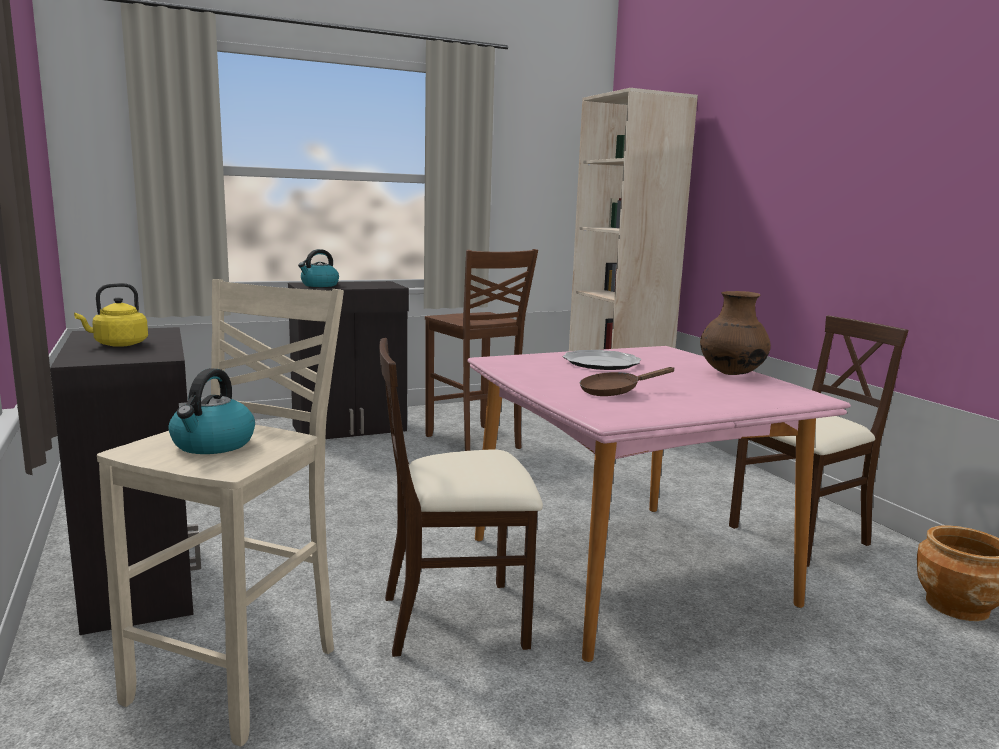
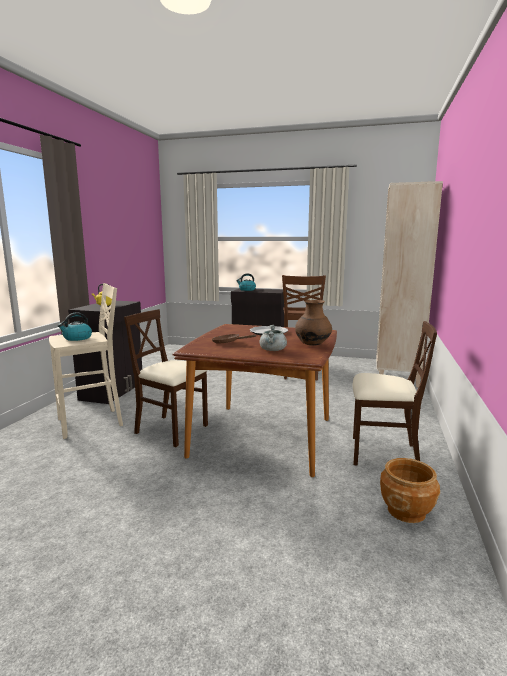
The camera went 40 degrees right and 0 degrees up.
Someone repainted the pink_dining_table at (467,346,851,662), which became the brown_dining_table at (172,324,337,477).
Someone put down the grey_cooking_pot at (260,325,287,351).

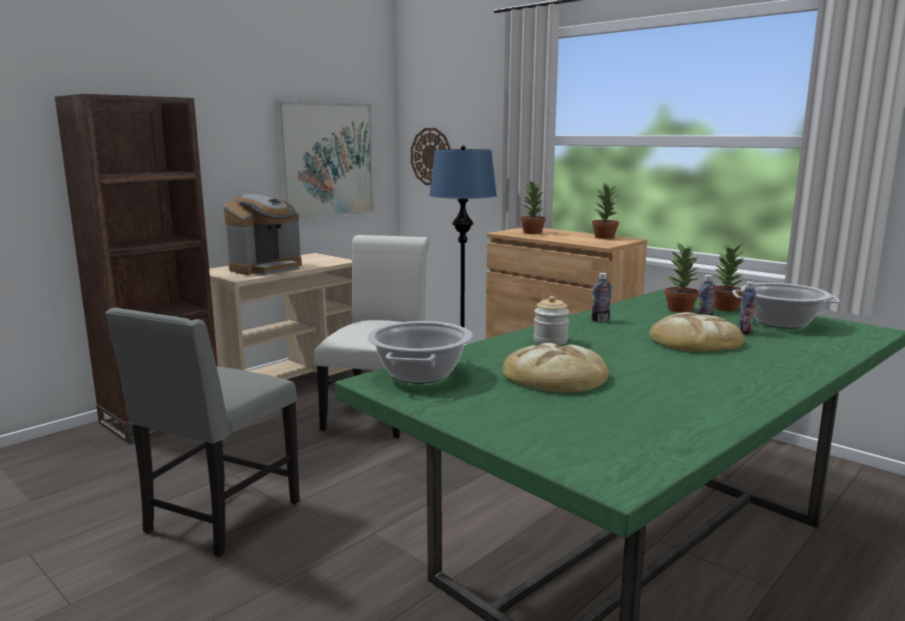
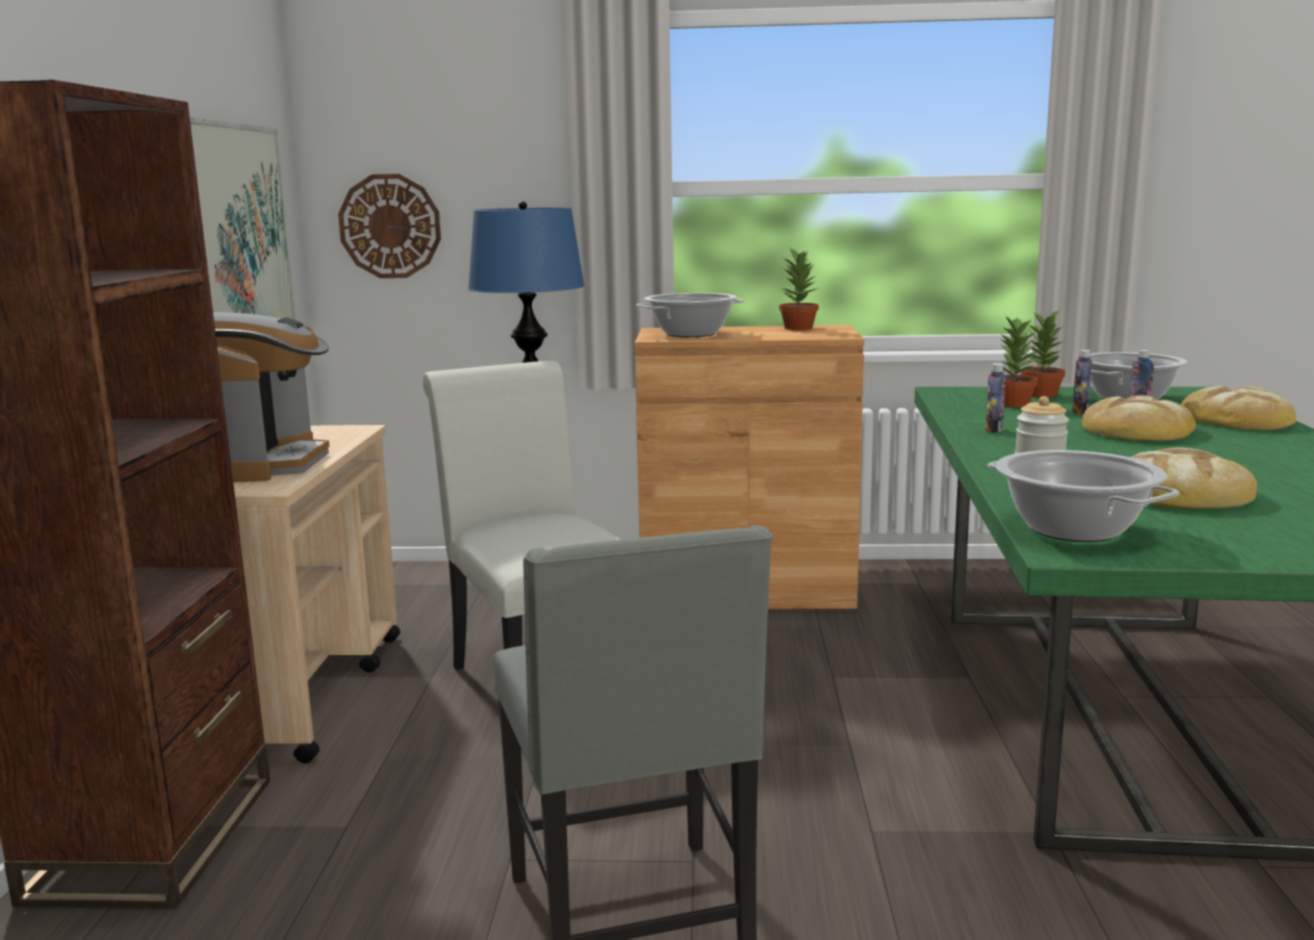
The camera went 40 degrees left and 0 degrees up.
Someone swapped the potted_plant at (520,181,546,234) for the cooking_pot at (636,293,744,337).
Someone put down the bread at (1181,386,1296,430).

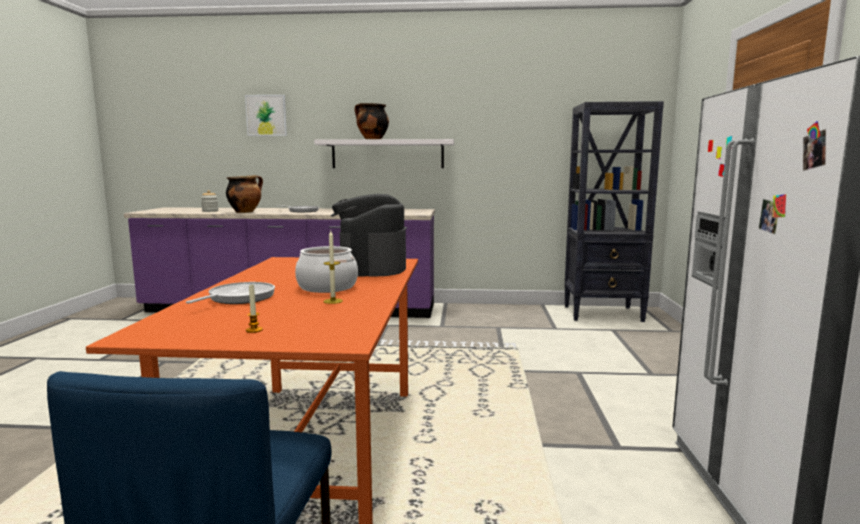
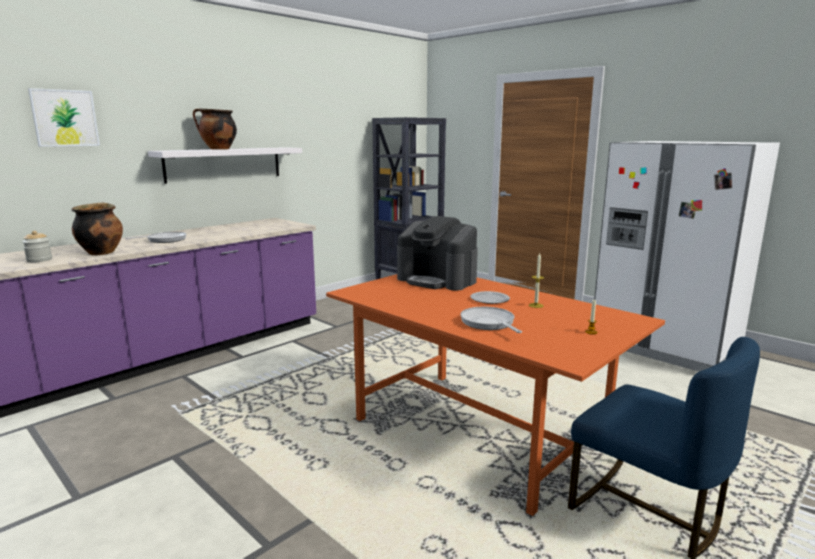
The camera went 50 degrees left and 5 degrees up.
Someone swapped the cooking_pot at (295,246,358,293) for the plate at (470,291,510,304).

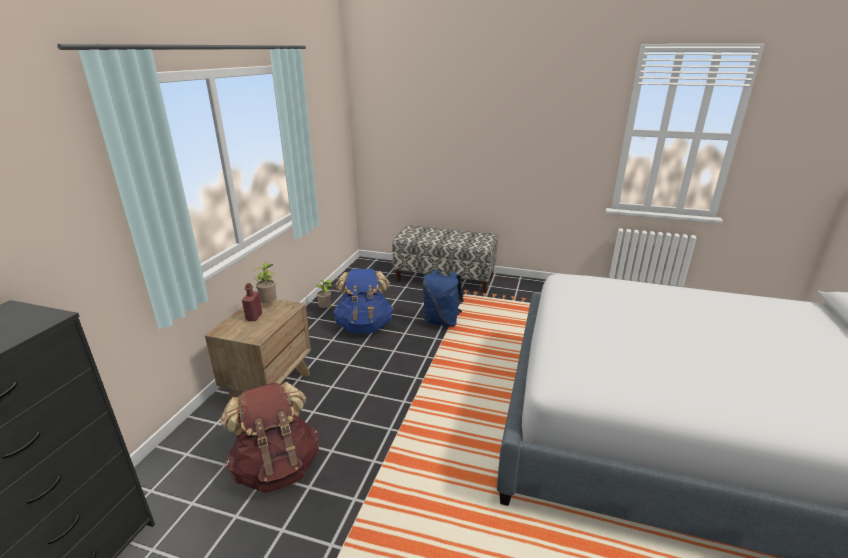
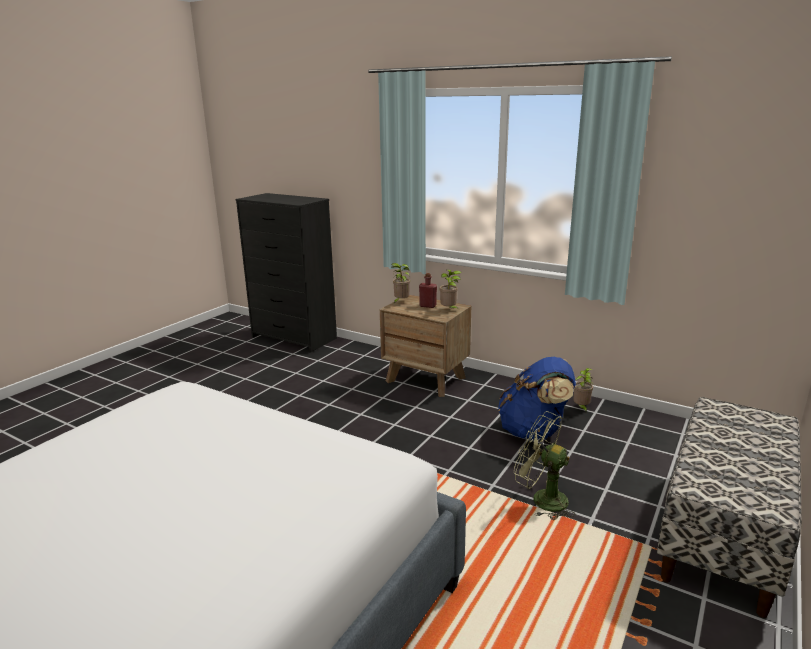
The camera went 105 degrees right and 5 degrees down.
Someone took away the brown_backpack at (221,382,319,493).
Someone swapped the blue_backpack at (423,270,464,327) for the green_fan at (514,411,575,520).
Someone put down the potted_plant at (391,263,410,303).

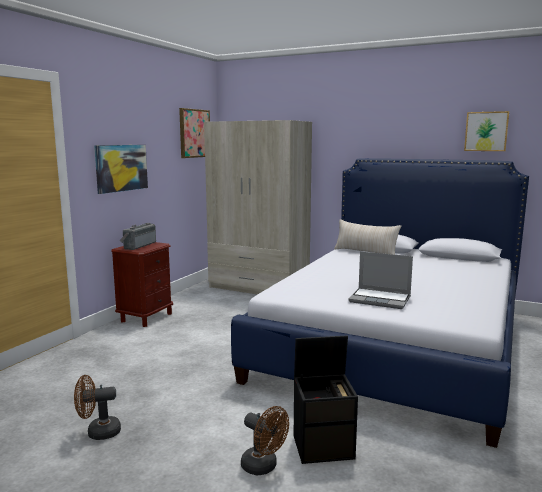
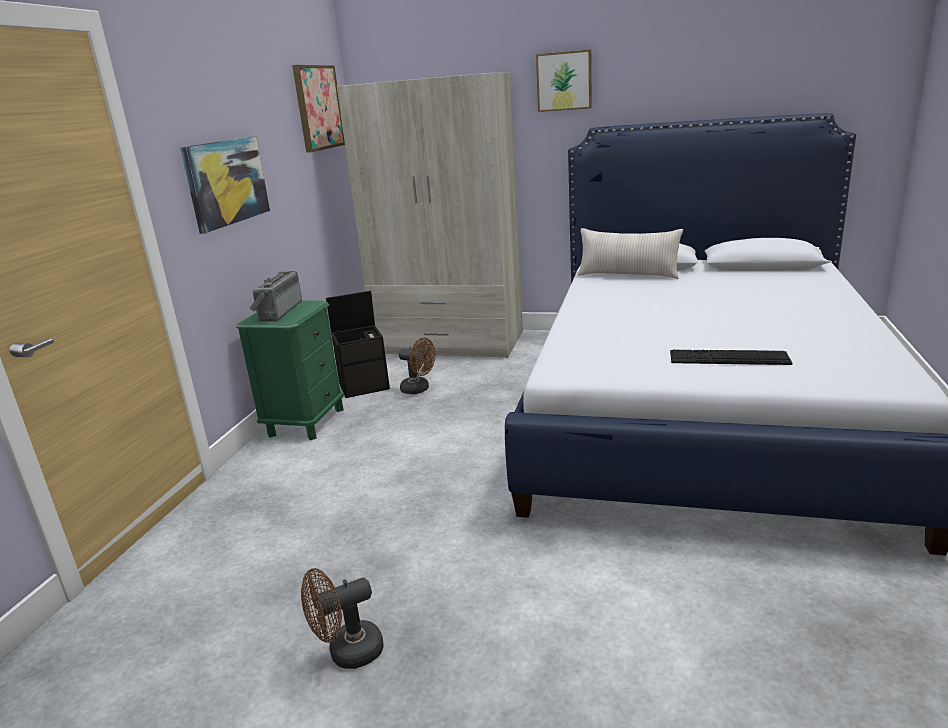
The camera went 10 degrees left and 10 degrees up.
Someone repainted the brown_nightstand at (111,242,173,327), which became the green_nightstand at (236,301,344,440).
Someone carried the brown_fan from (241,406,289,475) to (399,338,435,394).
Someone carried the black_storage_box from (294,336,358,464) to (326,291,390,398).
Someone swapped the laptop at (348,251,413,309) for the keyboard at (670,350,792,365).
Someone carried the picture from (464,111,509,151) to (536,49,592,112).

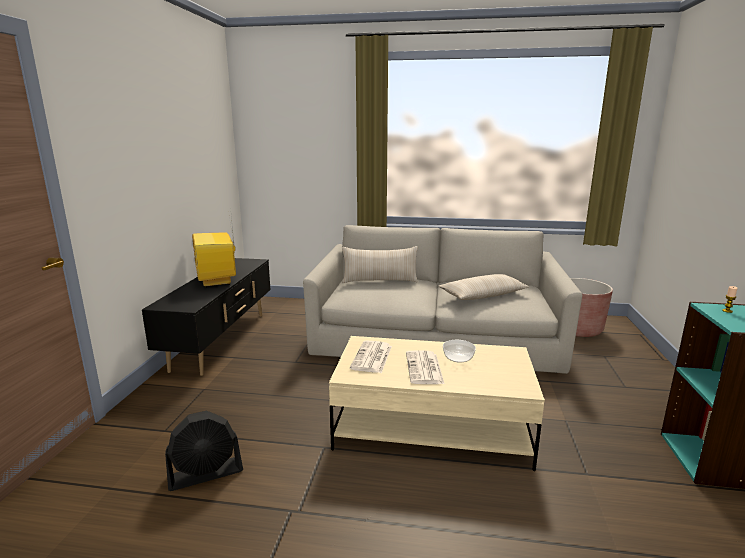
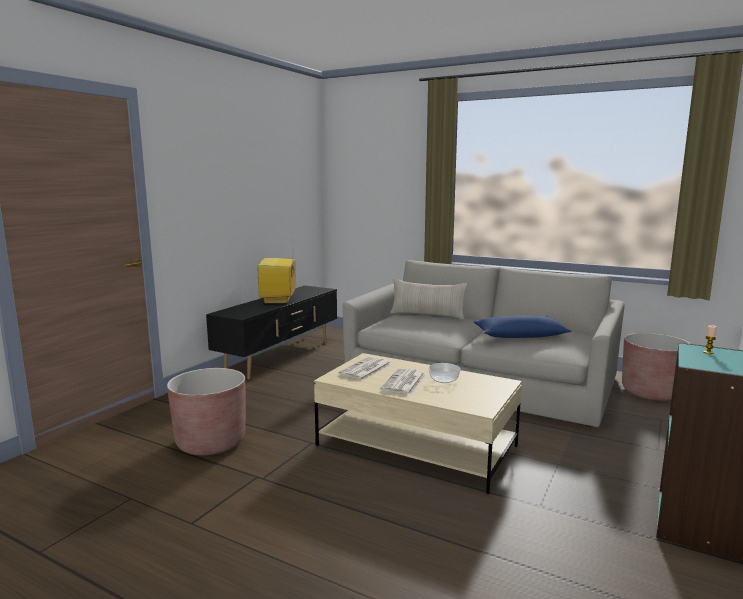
The camera went 20 degrees right and 5 degrees down.
Someone swapped the black_fan at (165,411,243,491) for the brown_planter at (167,368,245,455).
Someone repainted the beige_pillow at (438,274,529,300), which became the blue_pillow at (474,315,571,338).

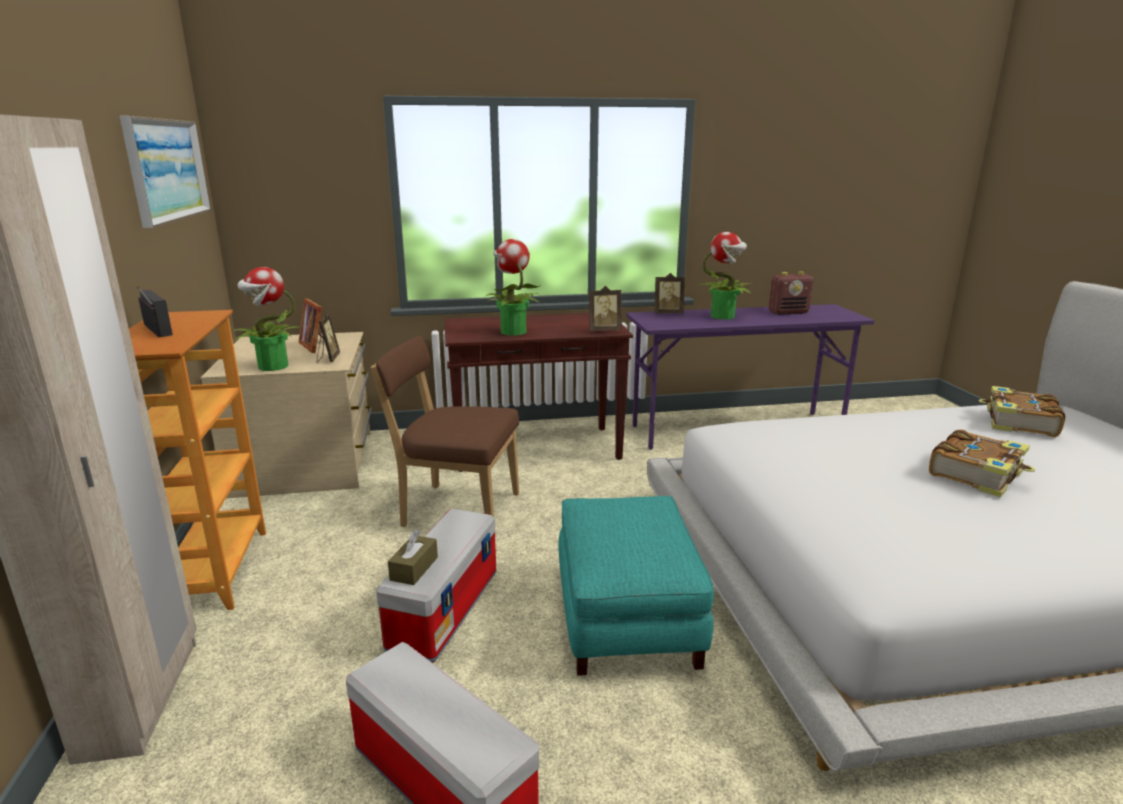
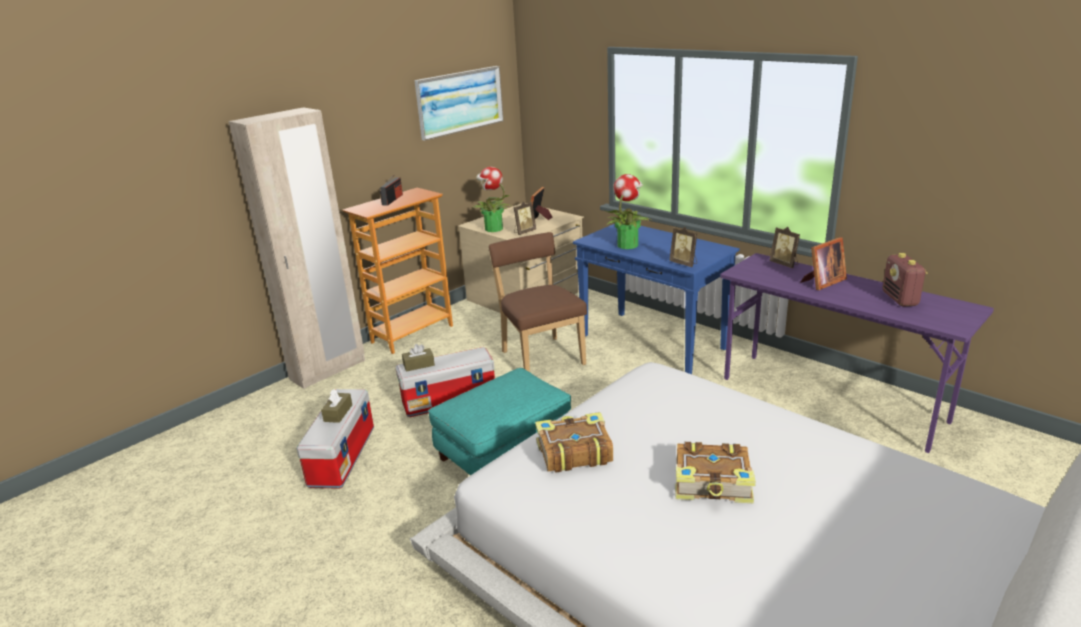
The camera went 55 degrees right and 5 degrees up.
Someone repainted the brown_console_table at (444,313,633,472), which became the blue_console_table at (573,224,740,374).
Someone swapped the potted_plant at (699,232,751,320) for the picture_frame at (800,237,847,290).
Someone rotated the radio at (769,271,813,315) by 45 degrees clockwise.
Someone carried the book from (979,386,1065,437) to (535,412,613,473).
Someone put down the brown_tissue_box at (321,389,352,423).

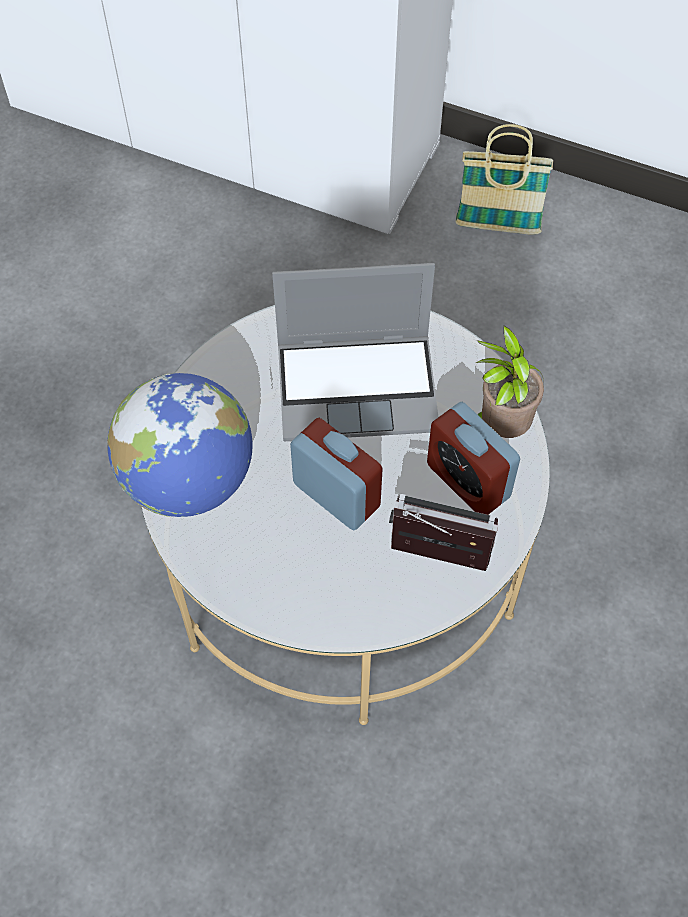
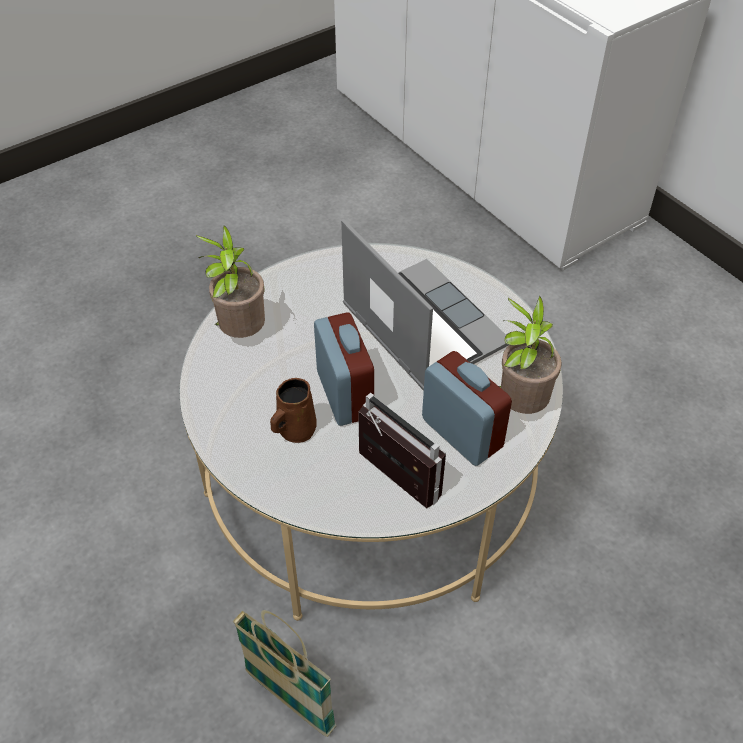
The camera went 30 degrees right and 10 degrees down.
Someone swapped the globe at (107,373,253,517) for the potted_plant at (196,225,265,338).
Someone rotated the laptop at (272,263,438,442) by 150 degrees counterclockwise.
Someone rotated the alarm_clock at (427,402,520,515) by 150 degrees clockwise.
Someone carried the basket from (455,124,553,235) to (233,610,337,737).
Someone put down the brown_mug at (270,378,317,443).

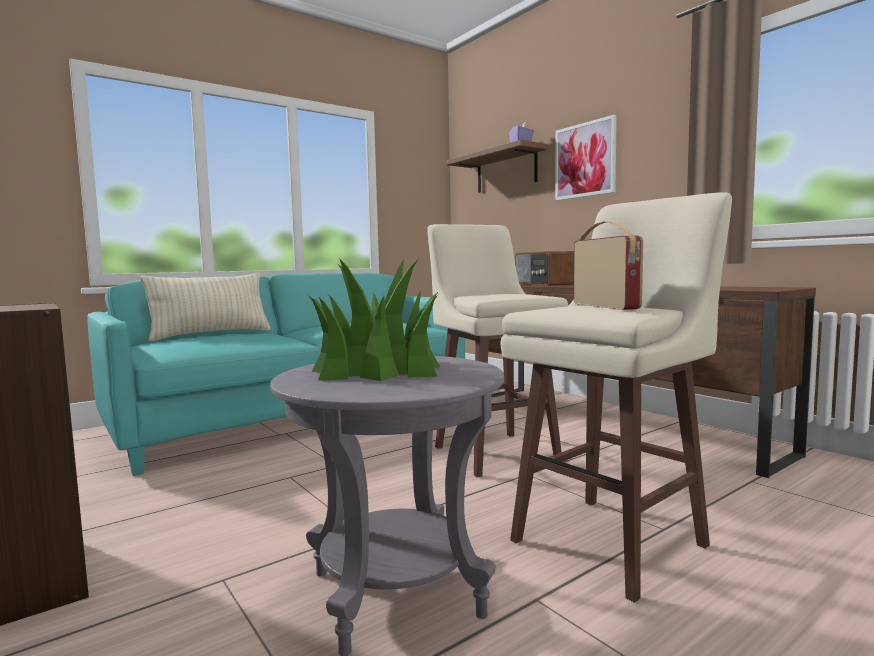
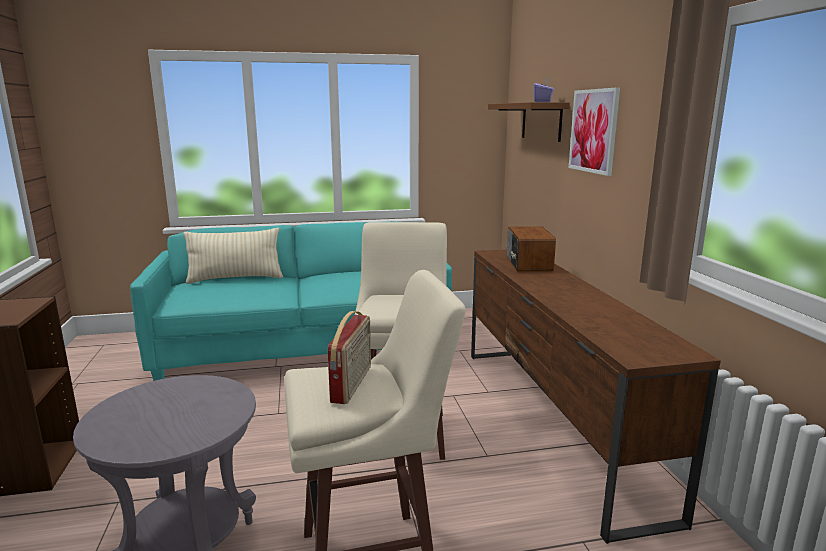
The camera went 25 degrees right and 10 degrees up.
Someone took away the potted_plant at (309,258,440,381).

